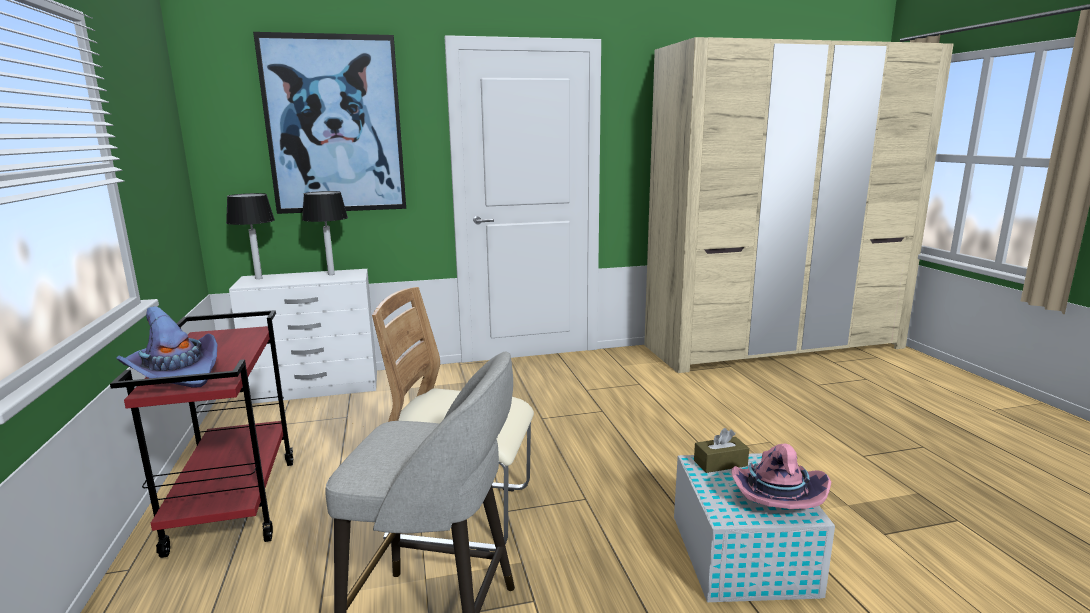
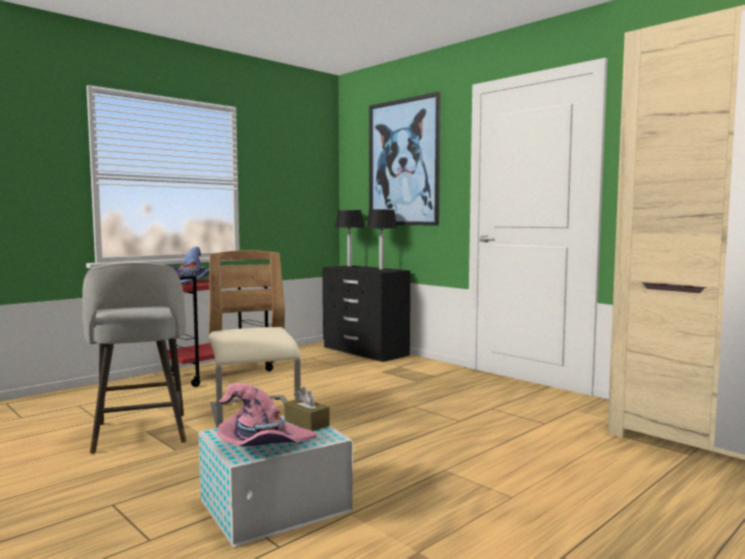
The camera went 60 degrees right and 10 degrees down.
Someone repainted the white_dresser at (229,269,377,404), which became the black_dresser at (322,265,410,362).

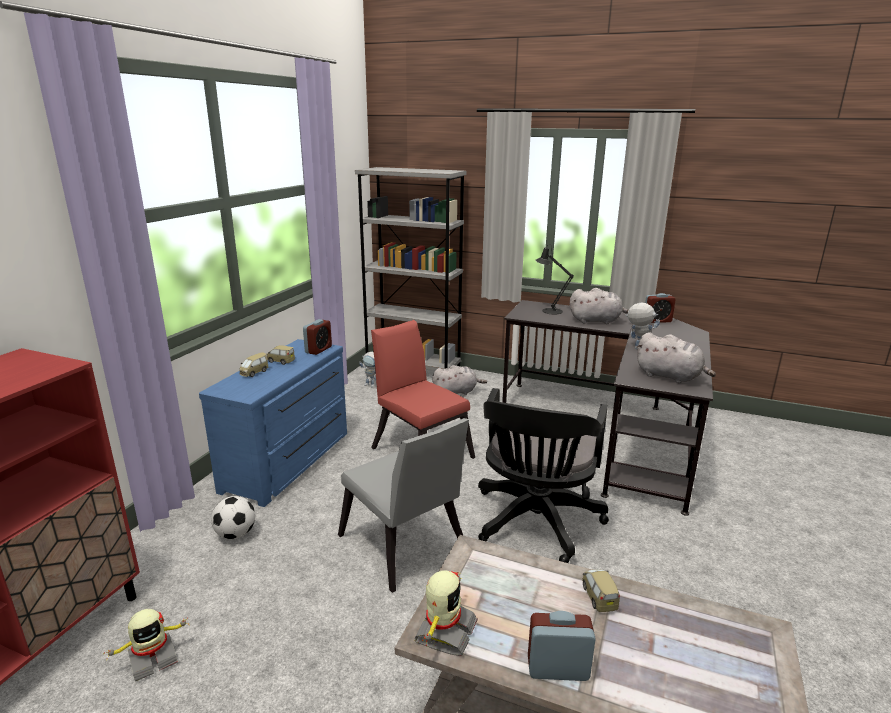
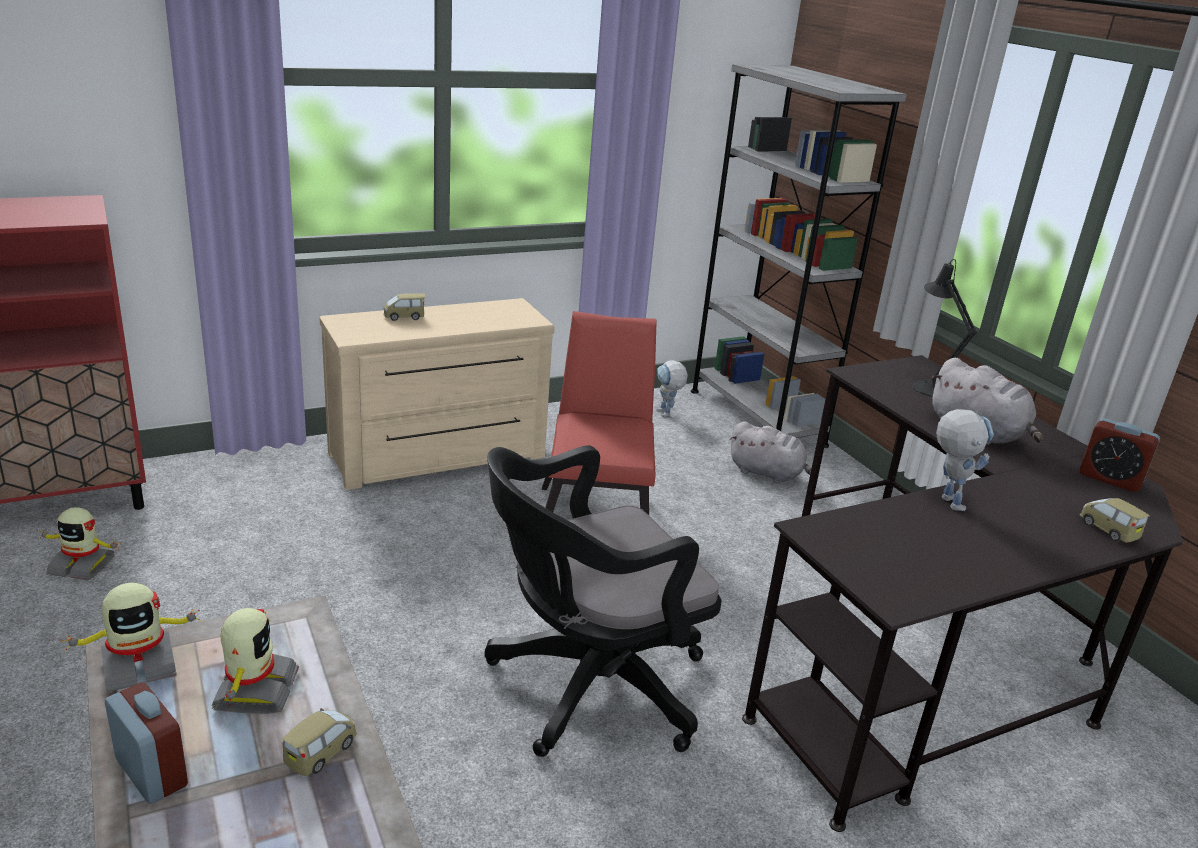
The camera went 40 degrees right and 5 degrees up.
Someone repainted the blue_dresser at (199,339,347,507), which became the beige_dresser at (319,298,555,490).
Someone took away the football at (211,496,255,539).
Someone carried the toy_car from (267,345,295,365) to (1080,498,1150,543).
Someone took away the alarm_clock at (303,319,332,355).
Someone took away the grey_chair at (338,418,469,593).
Someone took away the grey_plush_toy at (636,332,716,383).
Someone put down the toy_robot at (212,608,299,714).

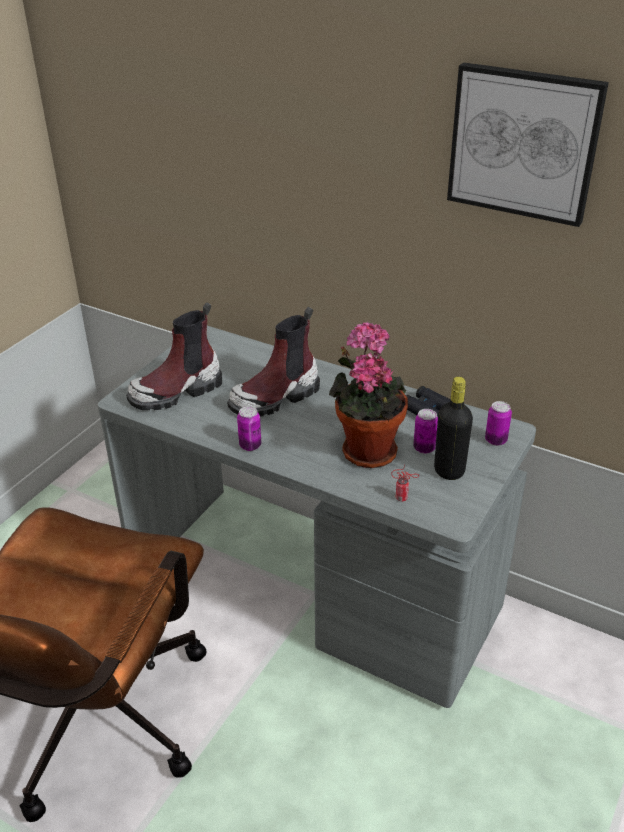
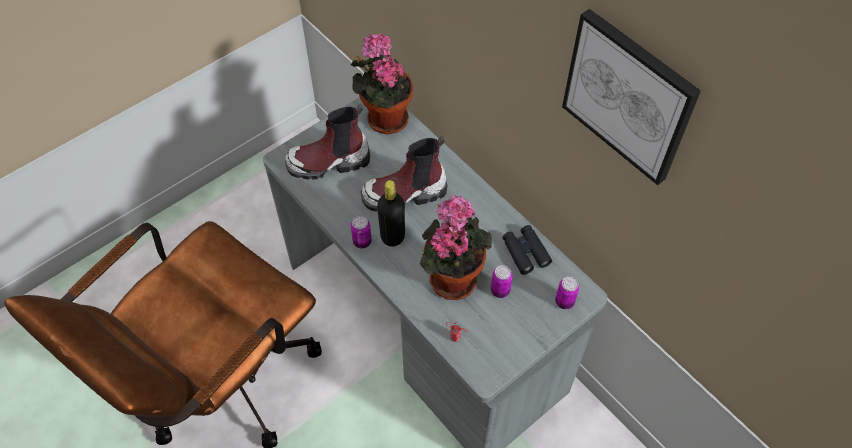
The camera went 20 degrees right and 20 degrees up.
Someone carried the black_bottle from (434,377,473,480) to (377,180,405,247).
Someone put down the potted_plant at (351,33,413,134).

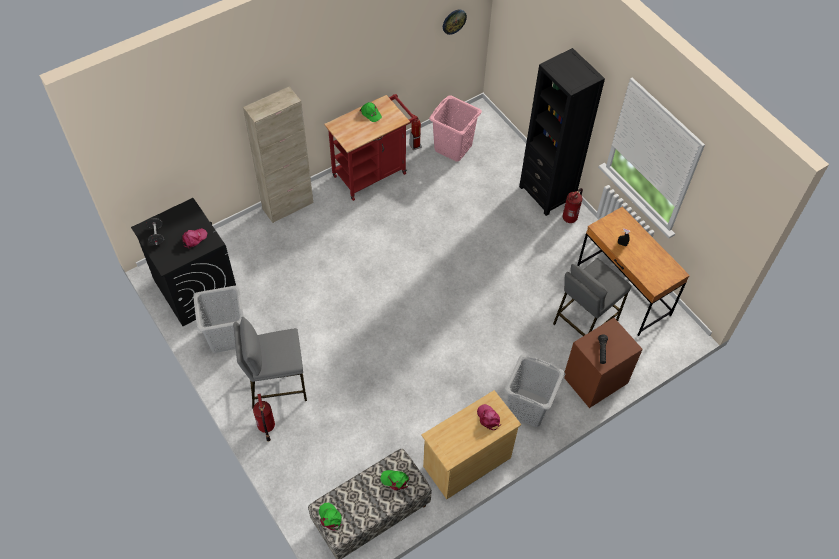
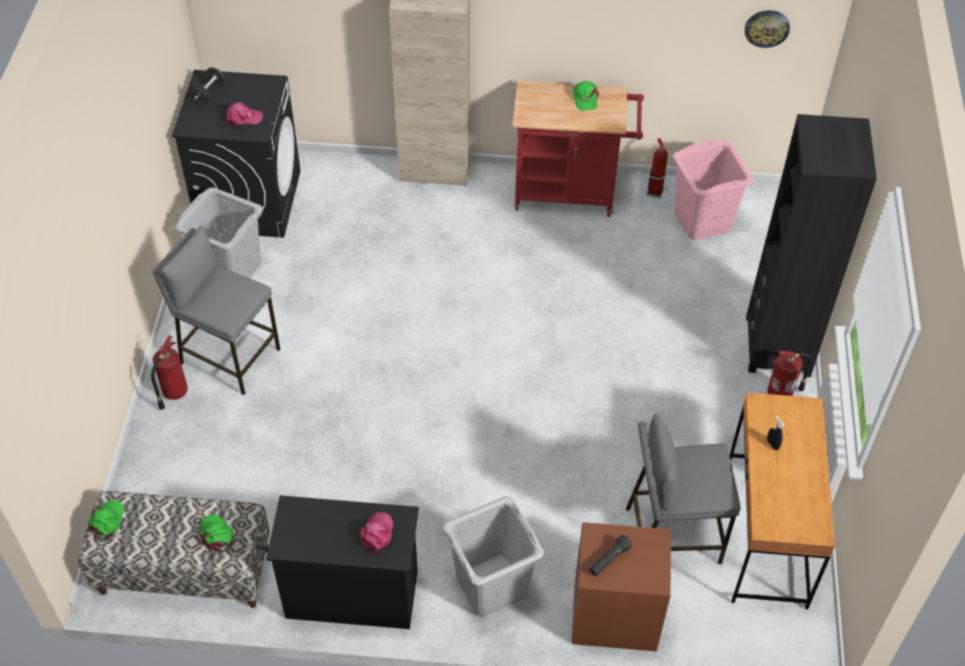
The camera went 40 degrees right and 5 degrees down.
Someone repainted the beige_dresser at (421,390,521,499), which became the black_dresser at (266,495,419,629).

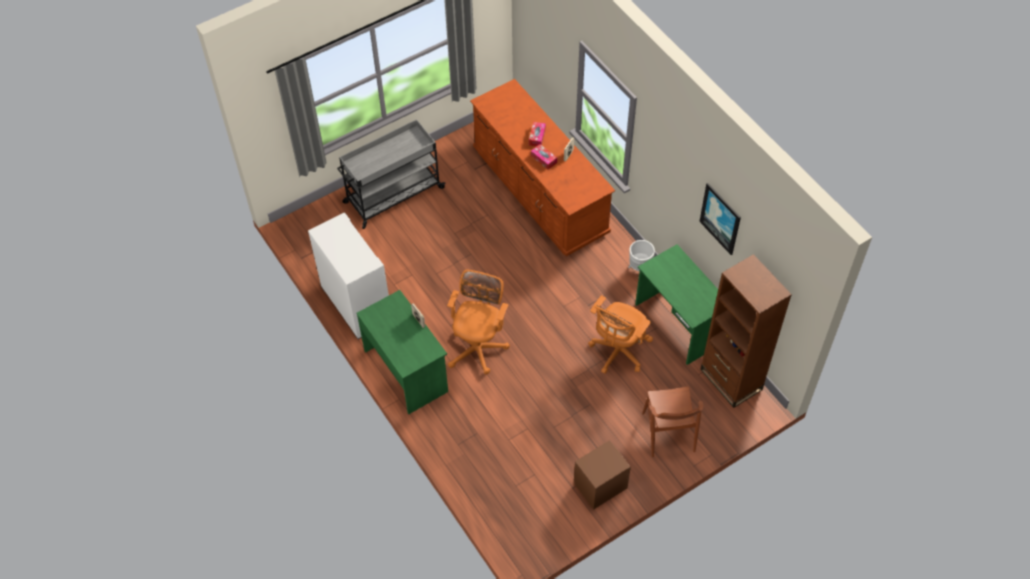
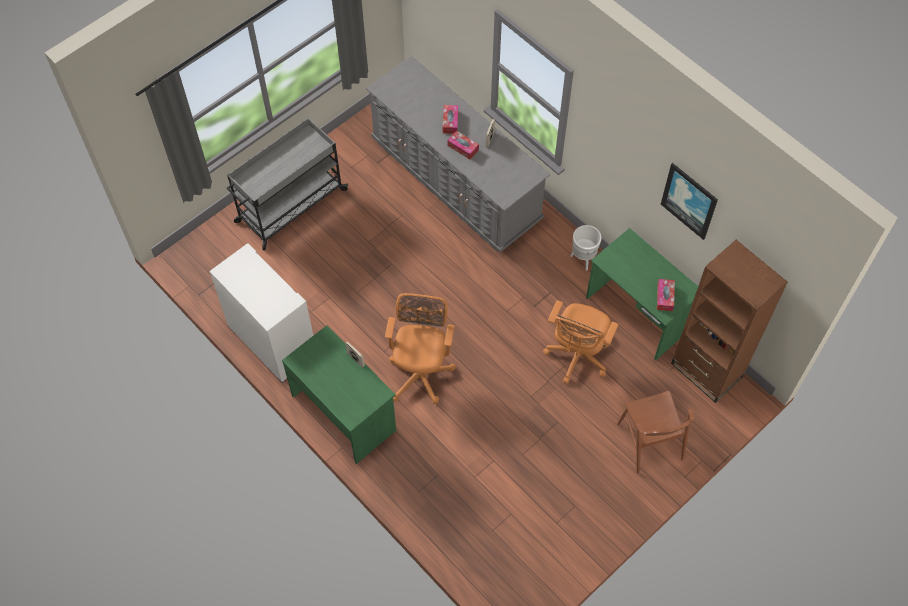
The camera went 10 degrees left and 5 degrees up.
Someone repainted the brown_dresser at (470,79,615,256), which became the grey_dresser at (366,56,550,253).
Someone took away the brown_nightstand at (574,440,631,510).
Someone put down the tissue_box at (657,279,675,311).

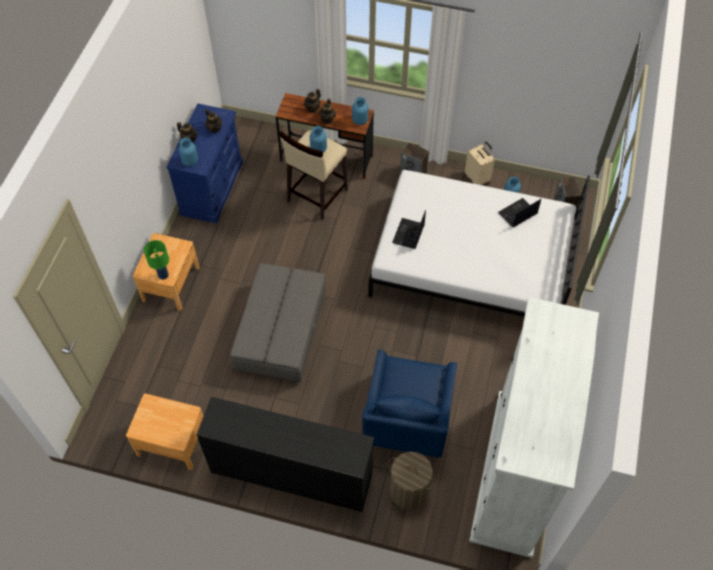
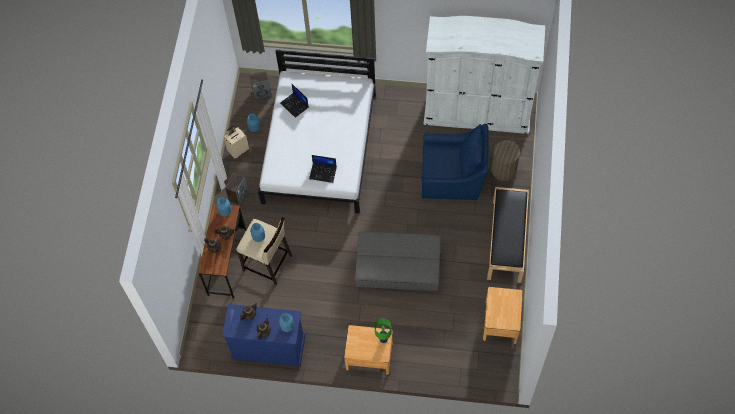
The camera went 95 degrees left and 5 degrees up.
Someone swapped the black_dresser at (196,397,374,512) for the black_bench at (487,187,529,283).

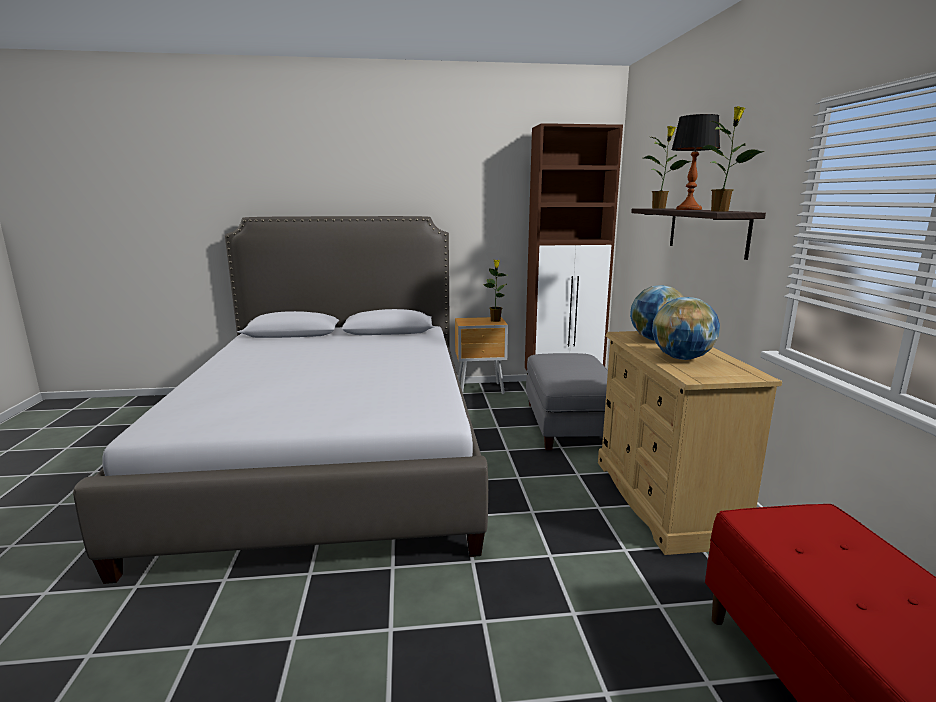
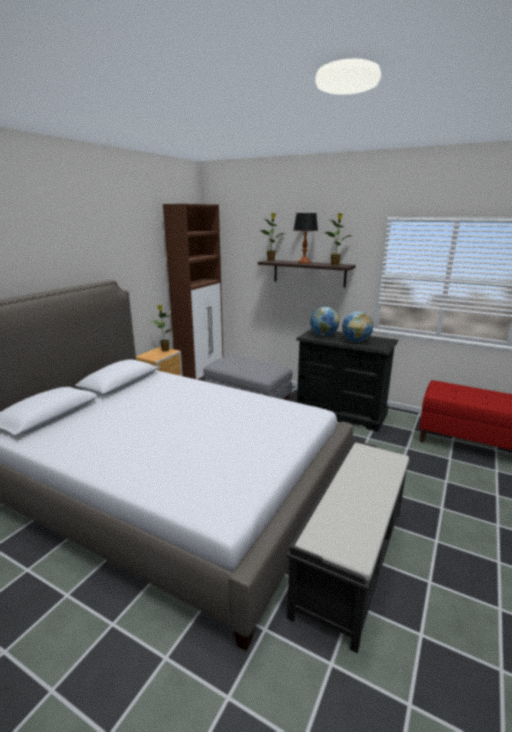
The camera went 55 degrees left and 5 degrees up.
Someone repainted the beige_dresser at (598,331,782,555), which became the black_dresser at (296,328,398,432).
Someone put down the black_bench at (287,440,410,653).

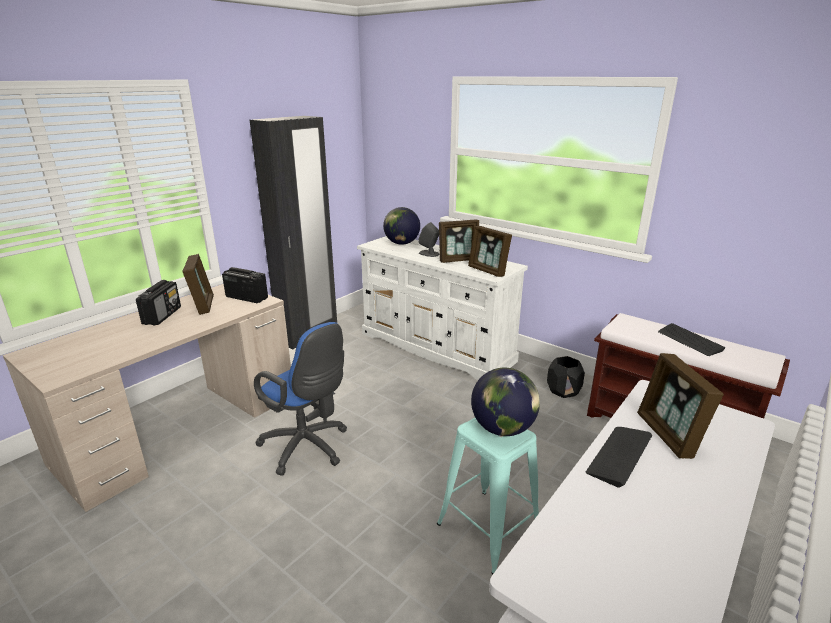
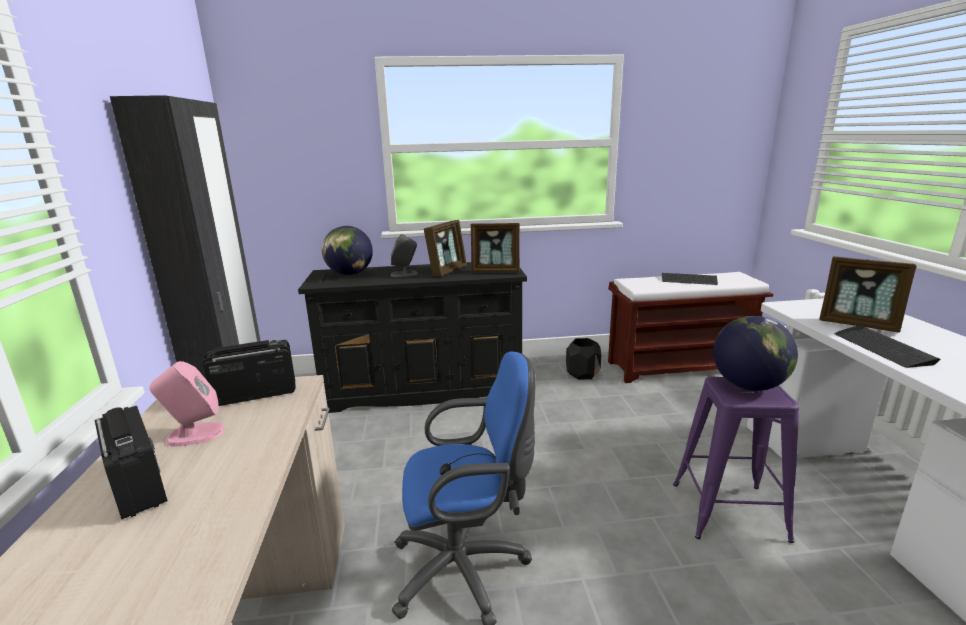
The camera went 45 degrees left and 5 degrees down.
Someone swapped the picture_frame at (182,254,214,315) for the pink_speaker at (150,361,225,447).
Someone repainted the white_dresser at (357,236,528,380), which became the black_dresser at (298,262,527,413).
Someone repainted the turquoise_stool at (437,418,539,575), which became the purple_stool at (673,377,799,543).

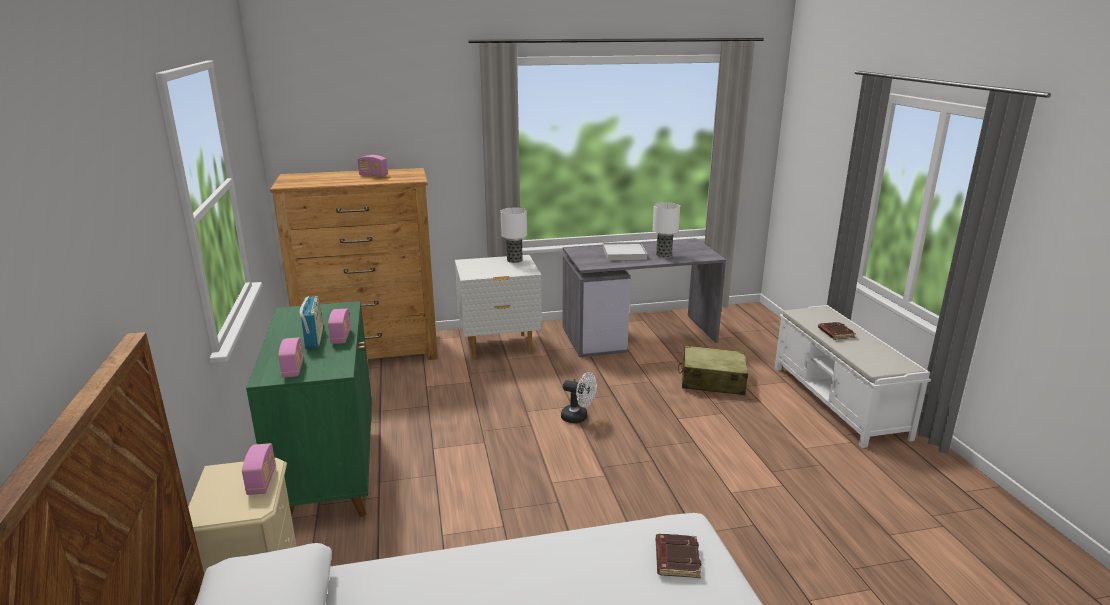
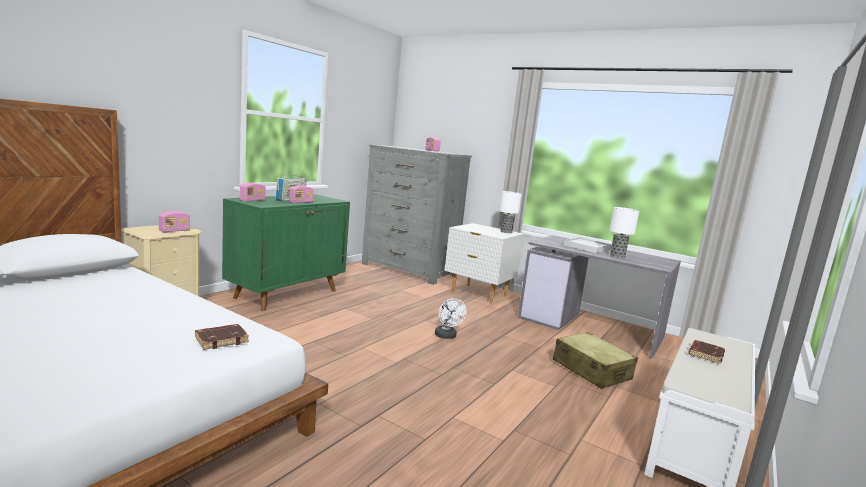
The camera went 45 degrees right and 10 degrees down.
Someone repainted the brown_dresser at (270,168,438,360), which became the grey_dresser at (362,145,472,285).

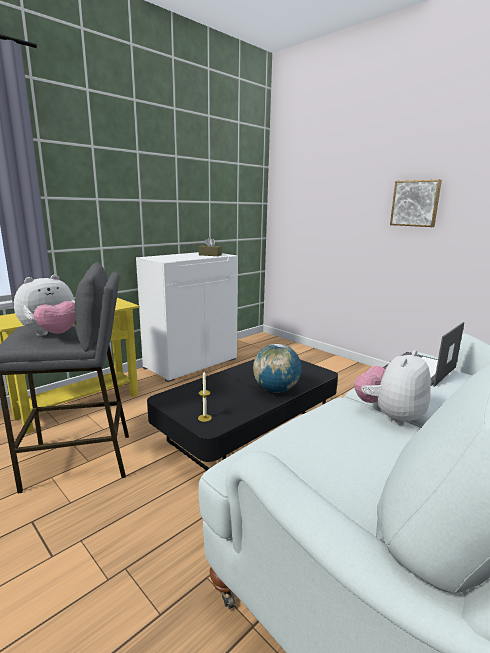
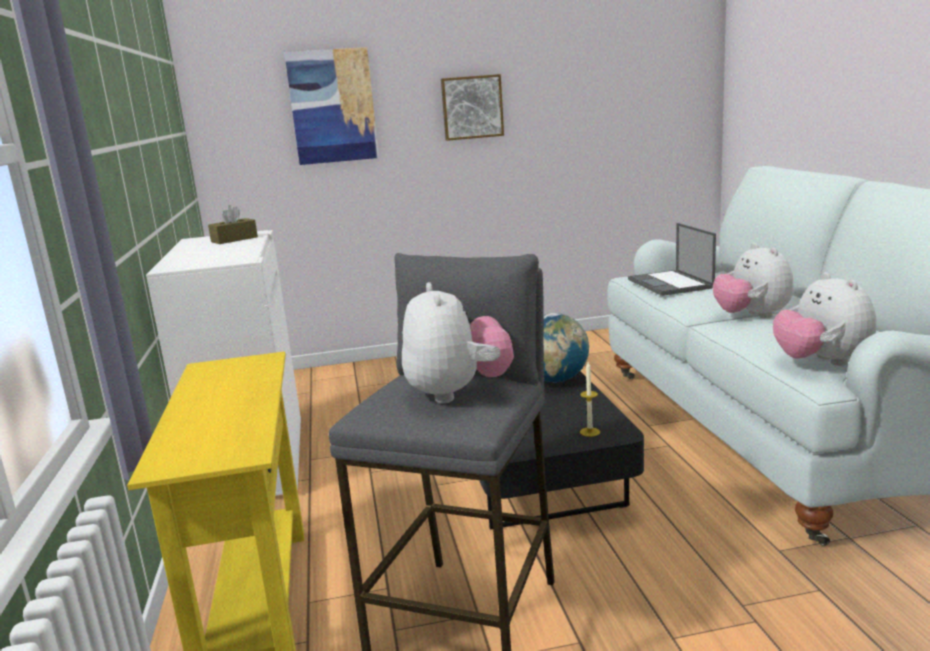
The camera went 55 degrees left and 0 degrees up.
Someone put up the picture at (284,47,379,165).
Someone put down the plush_toy at (773,272,876,366).

